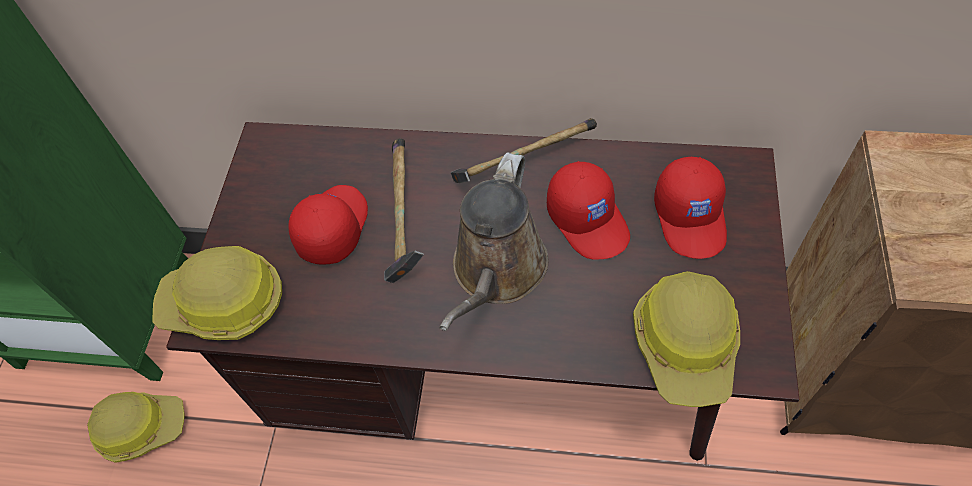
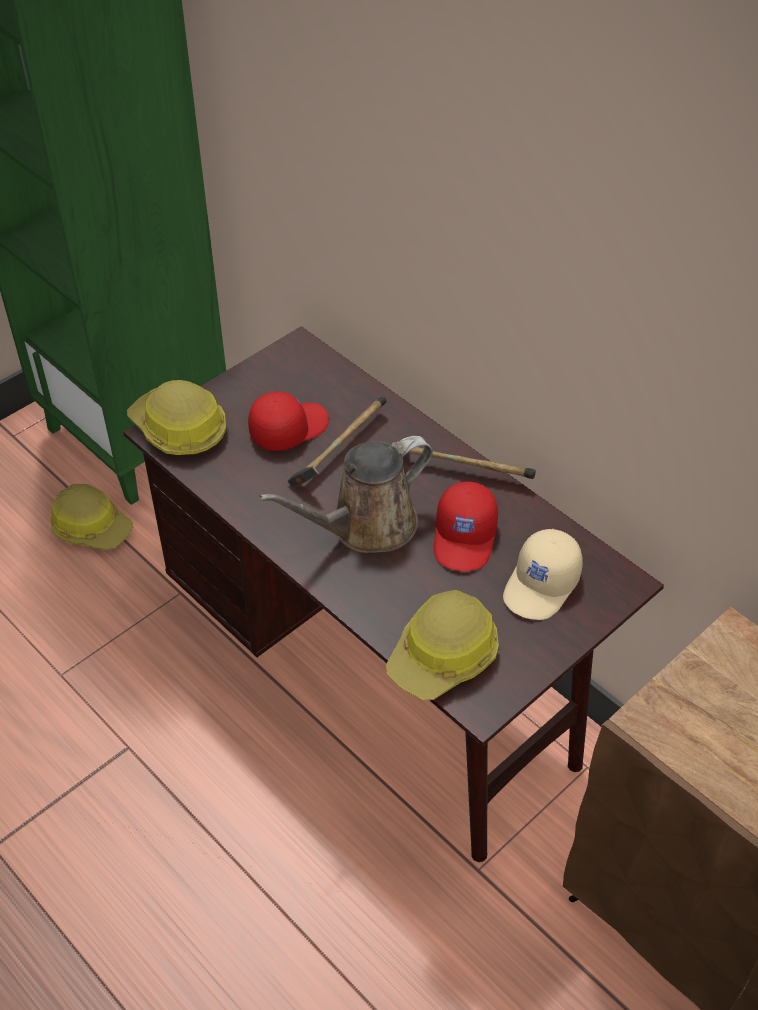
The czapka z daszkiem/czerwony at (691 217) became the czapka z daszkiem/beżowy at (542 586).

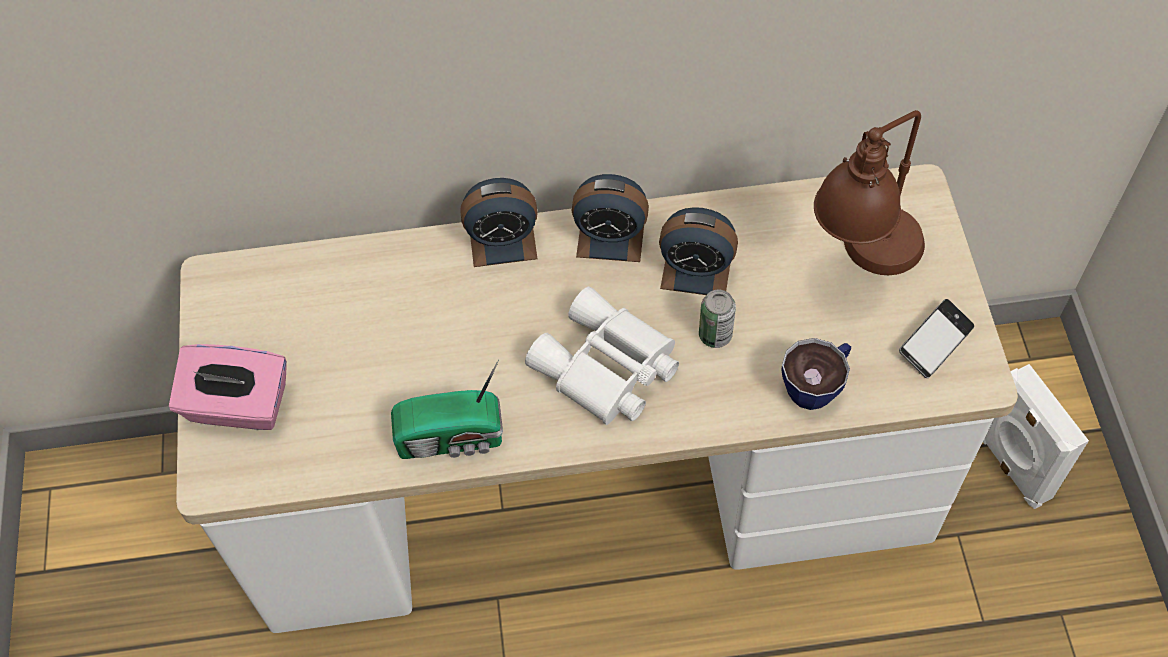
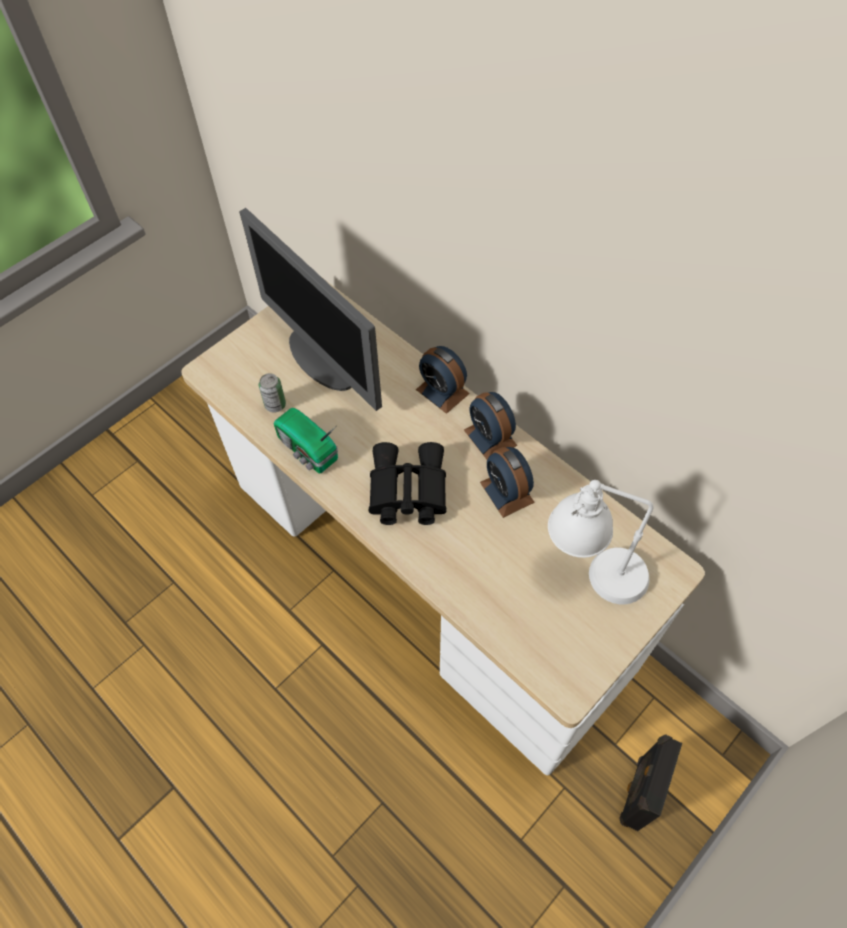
The monitor at (322 361) appeared. The puszka moved from (715 335) to (275 405). The lornetka/biały at (606 370) became the lornetka/czarny at (406 491). The lampa stołowa/brązowy at (862 264) became the lampa stołowa/biały at (591 574). The głośnik/biały at (1012 468) became the głośnik/czarny at (637 792). The pudełko chusteczek/różowy at (238 406) disappeared. The filiżanka at (817 385) disappeared. The telefon at (935 342) disappeared.

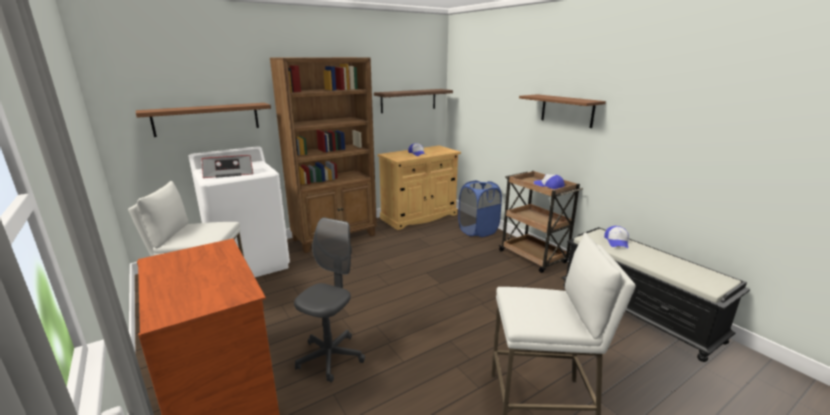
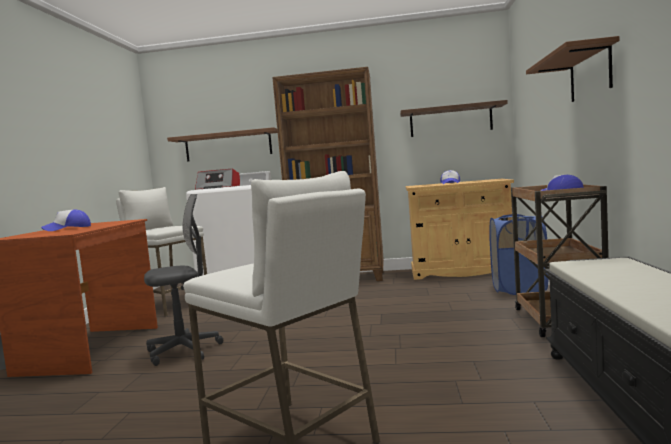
The czapka z daszkiem moved from (617 242) to (67 228).

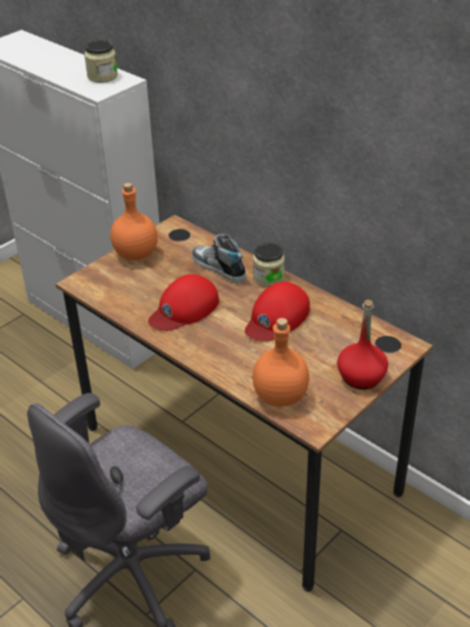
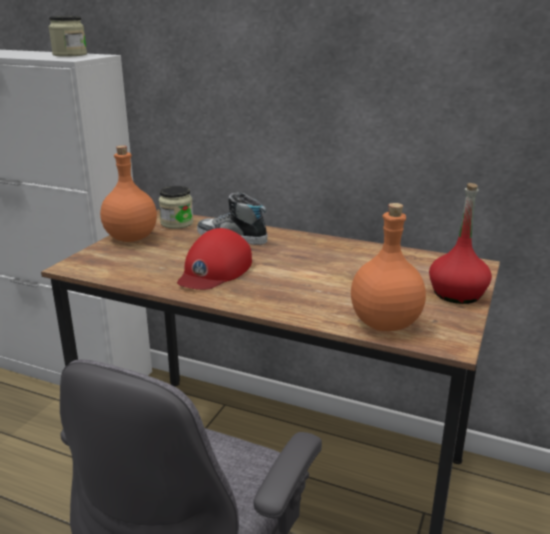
The słoik moved from (268 278) to (177 223). The czapka z daszkiem/czerwony at (276 317) disappeared.

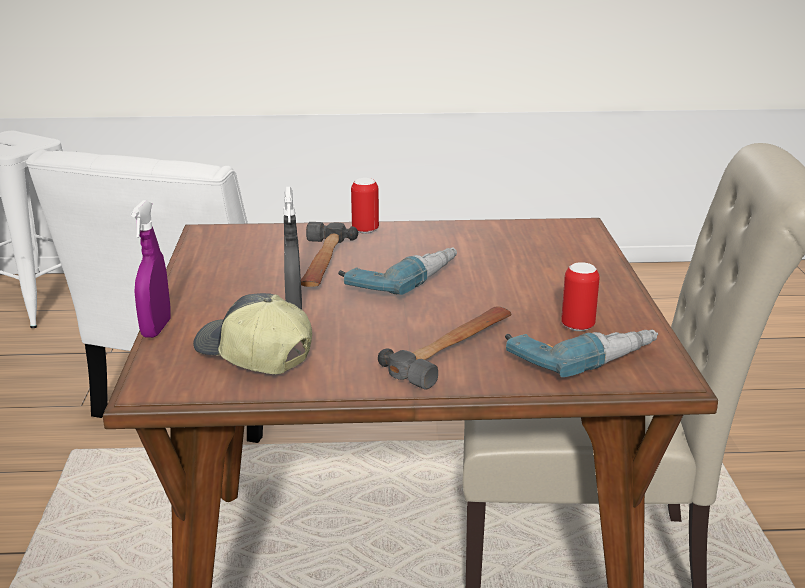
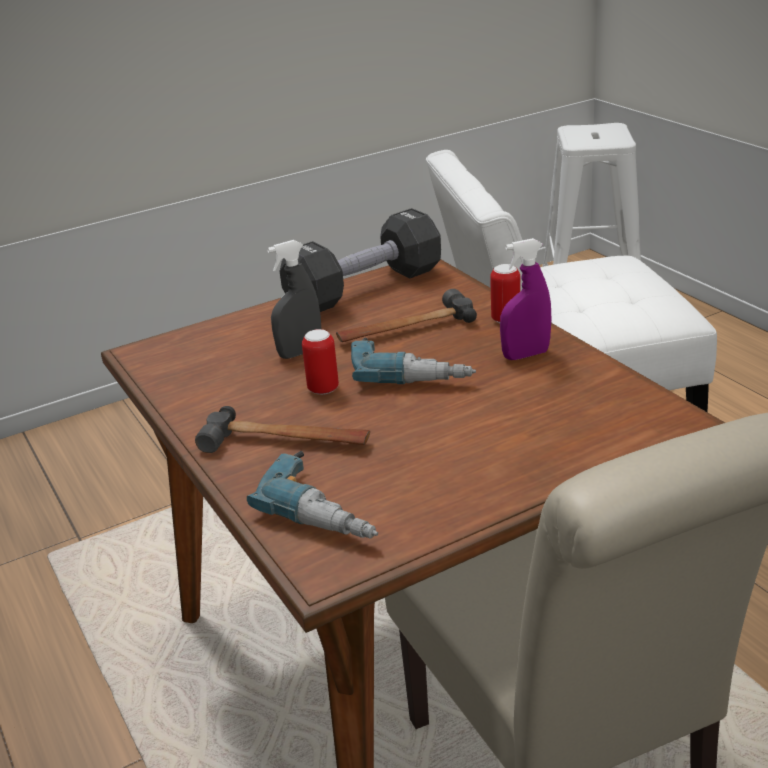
The hantel/czarny at (365 288) appeared. The puszka moved from (577 326) to (323 389). The spryskiwacz/fioletowy moved from (156 329) to (525 355). The czapka z daszkiem at (253 355) disappeared.

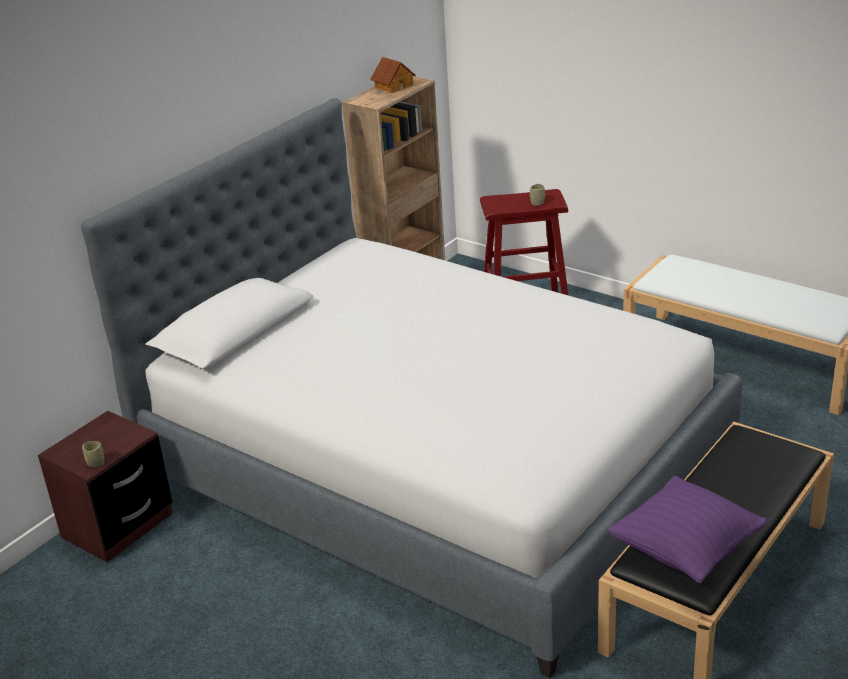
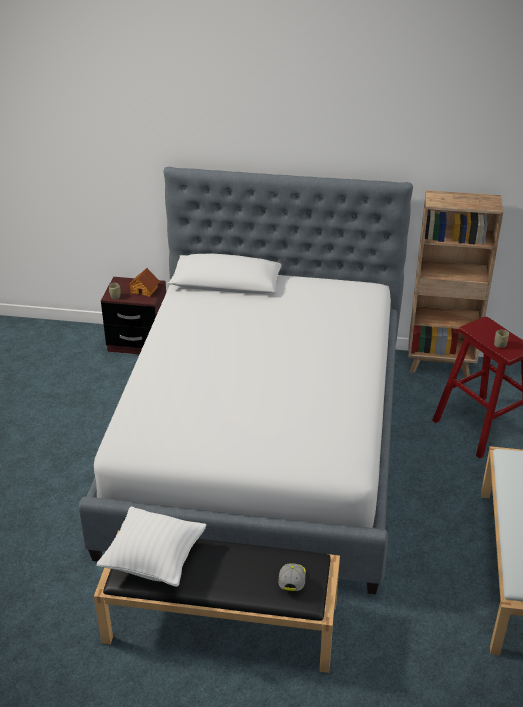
The poduszka/fioletowy at (685 551) became the poduszka/biały at (154 561). The domek moved from (393 86) to (144 290). The czapka z daszkiem at (292 581) appeared.

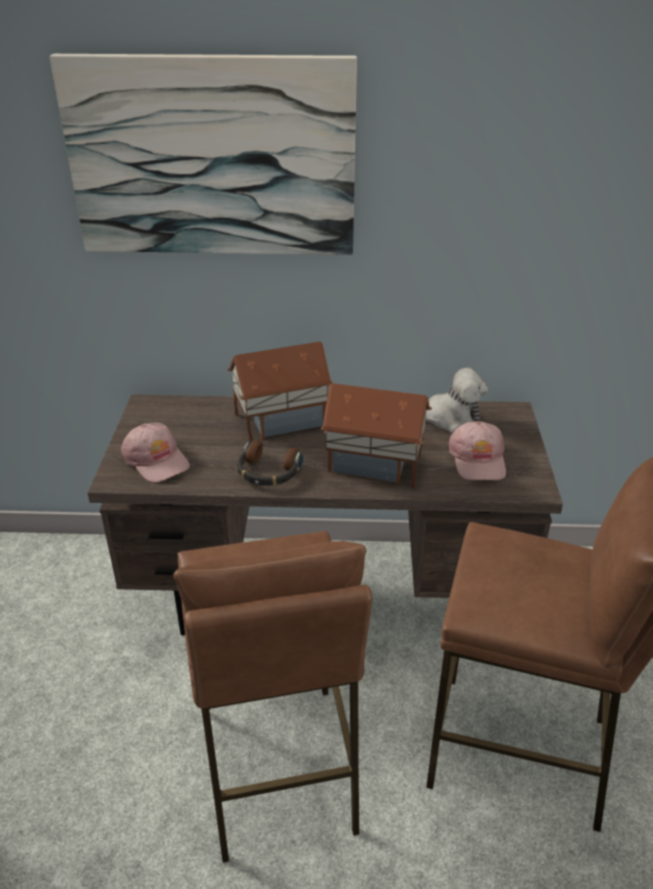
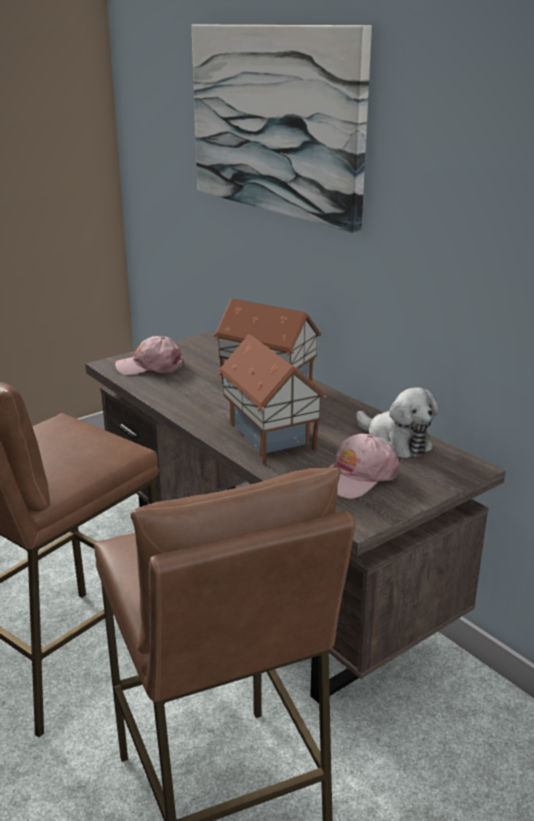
The czapka z daszkiem/różowy at (156 460) turned 75 degrees clockwise. The słuchawki at (268 472) disappeared.

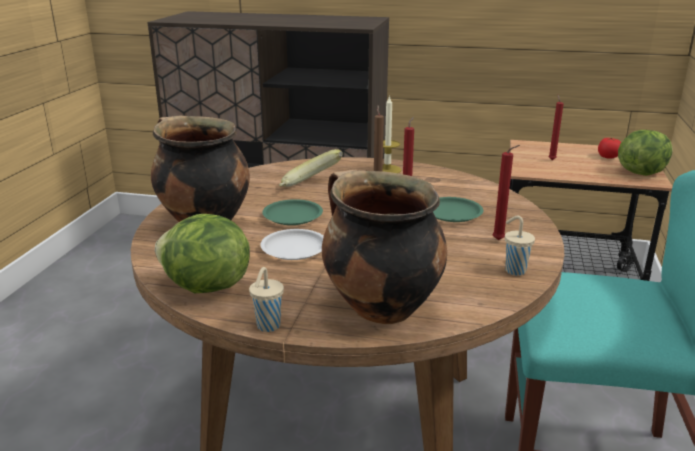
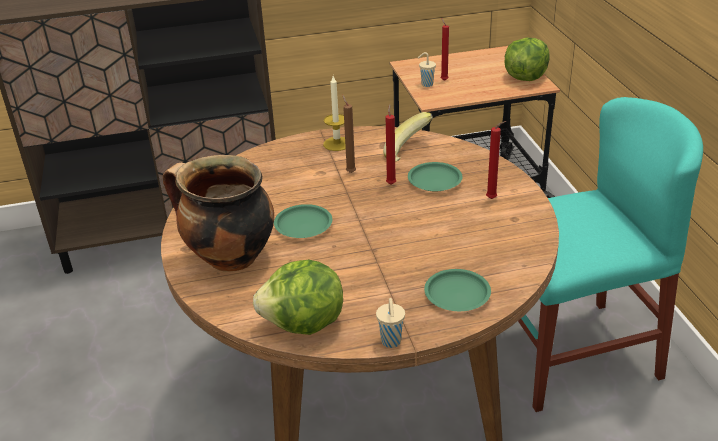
The banan moved from (309 187) to (409 153). The filiżanka/beżowy moved from (514 270) to (426 84). The garnek at (379 307) was replaced by the talerz/zielony at (456 294). The talerz/biały at (294 248) disappeared. The pomidor at (608 157) disappeared.

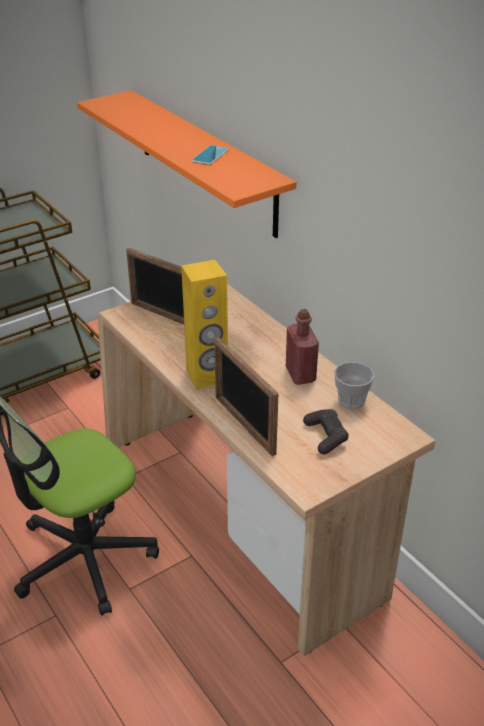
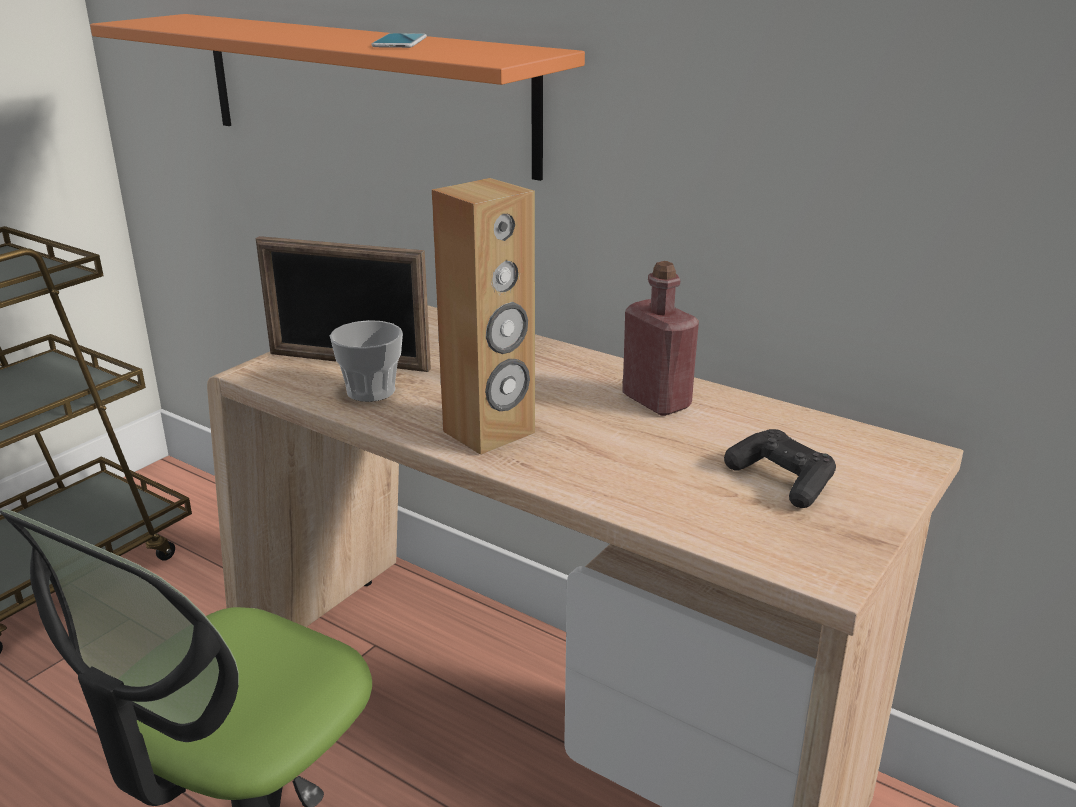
The filiżanka moved from (351 401) to (370 391). The głośnik/żółty at (207 376) became the głośnik/brązowy at (489 432). The ramka na zdjęcie at (244 425) disappeared.

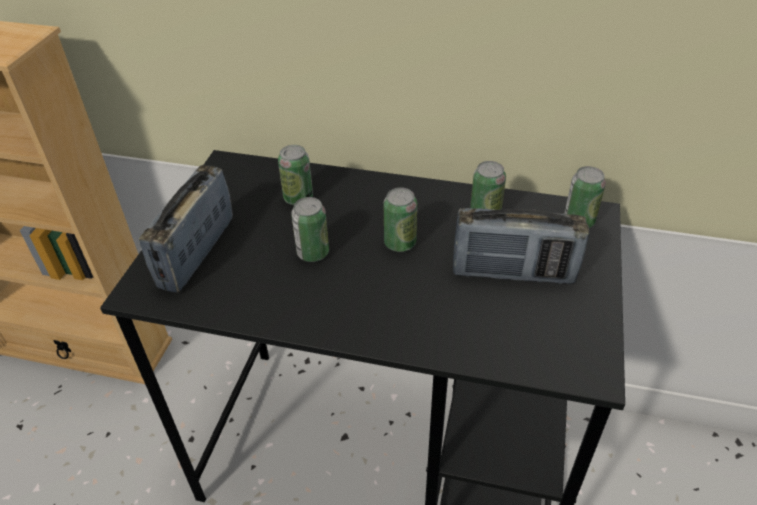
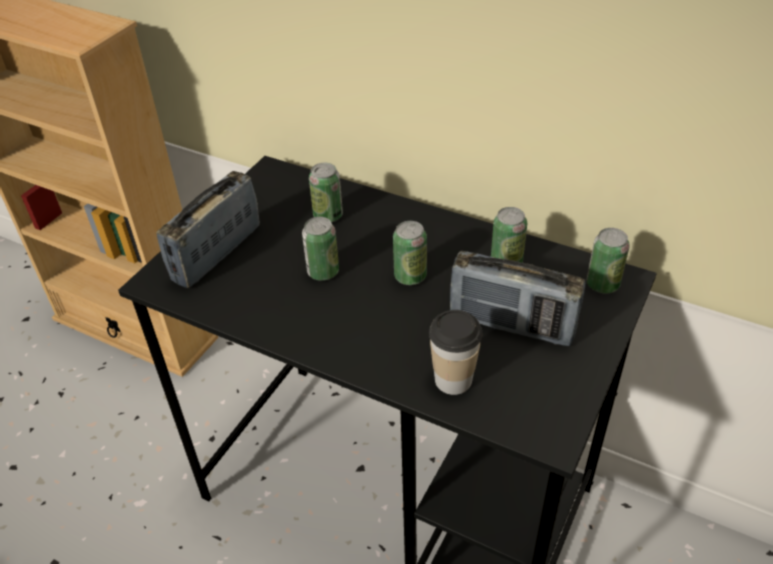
The filiżanka at (453 379) appeared.

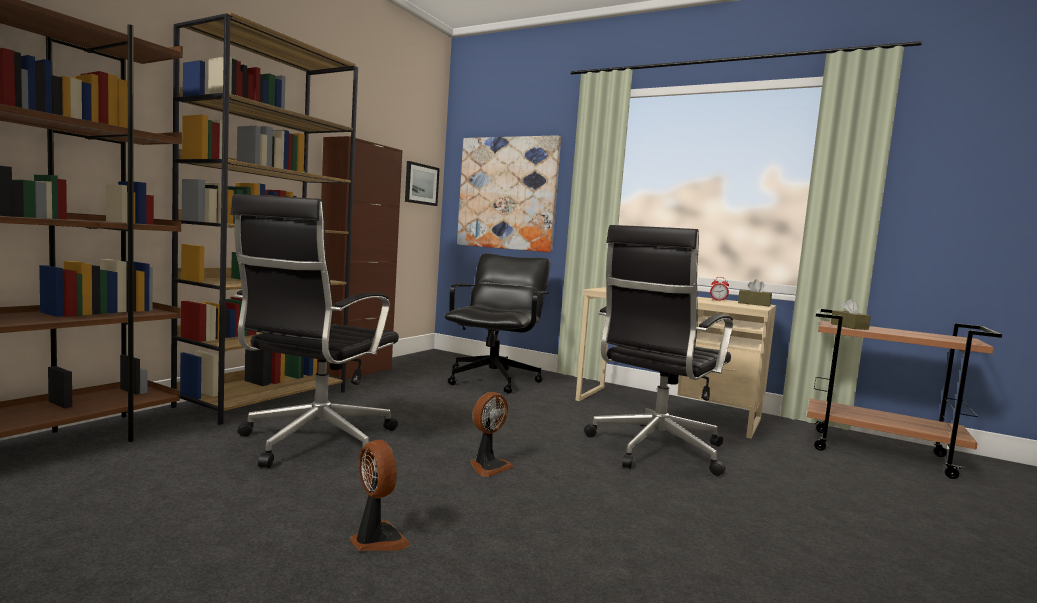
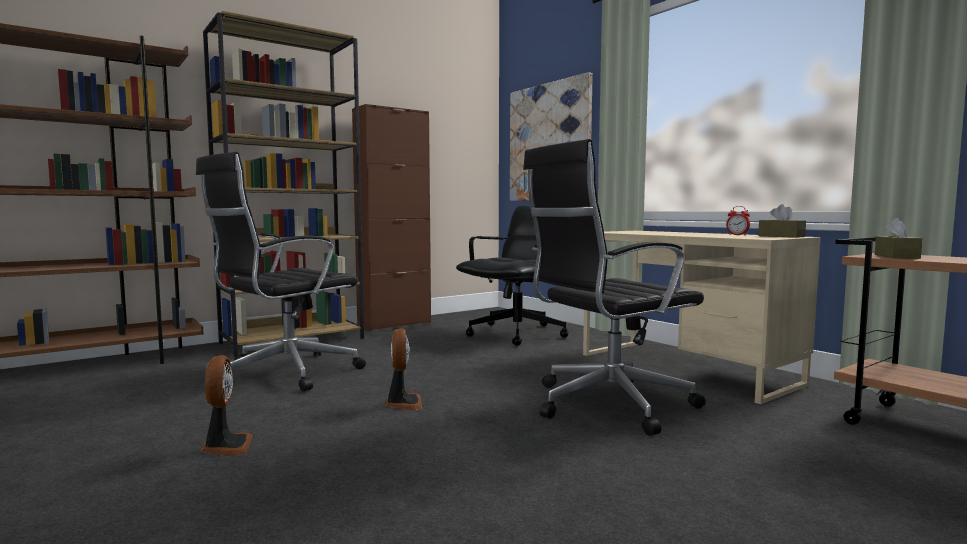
The wentylator at (488 466) turned 75 degrees counterclockwise. The obraz at (421 184) disappeared.

